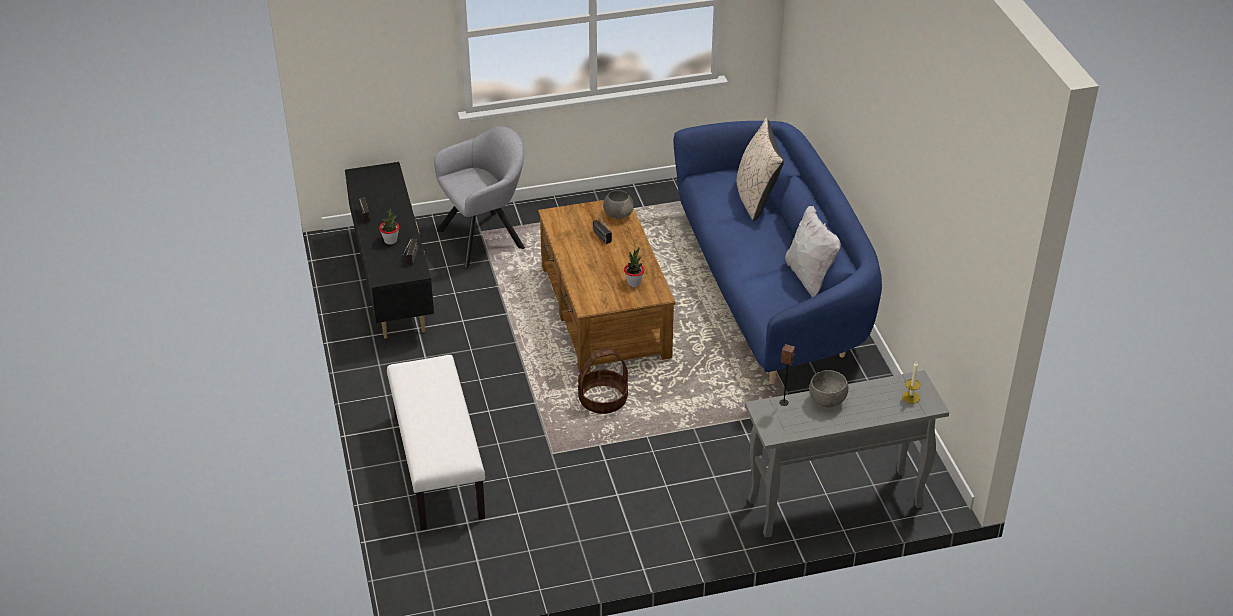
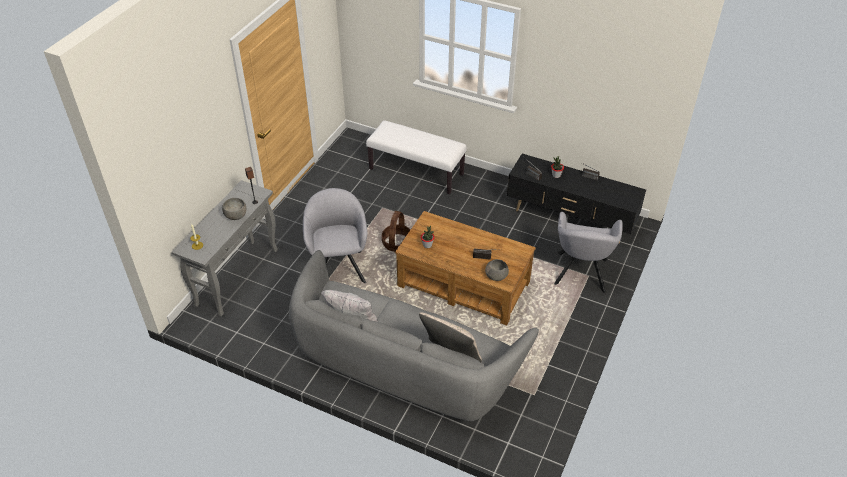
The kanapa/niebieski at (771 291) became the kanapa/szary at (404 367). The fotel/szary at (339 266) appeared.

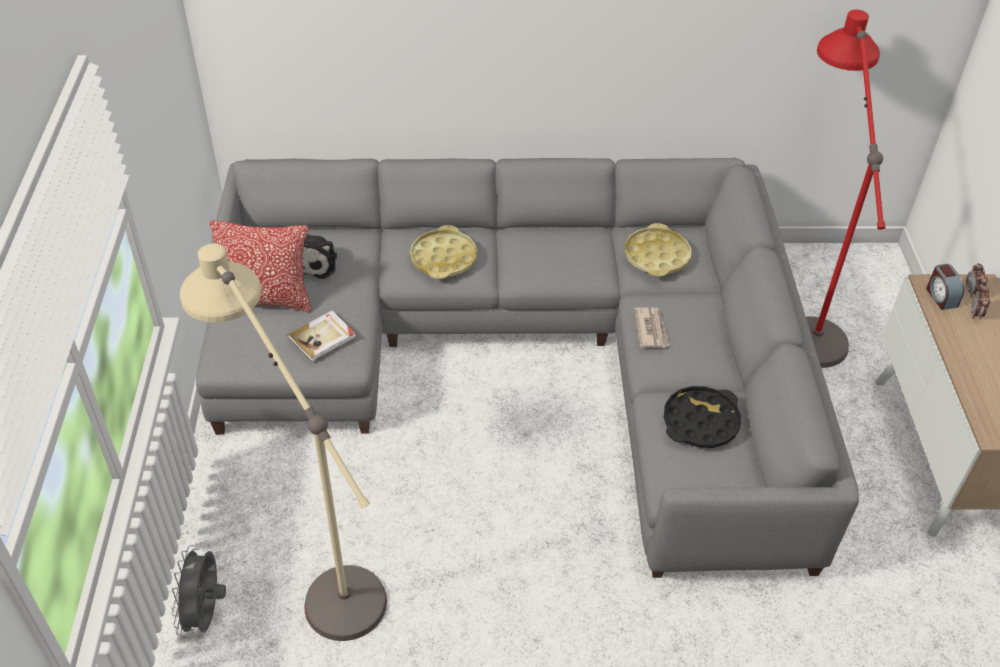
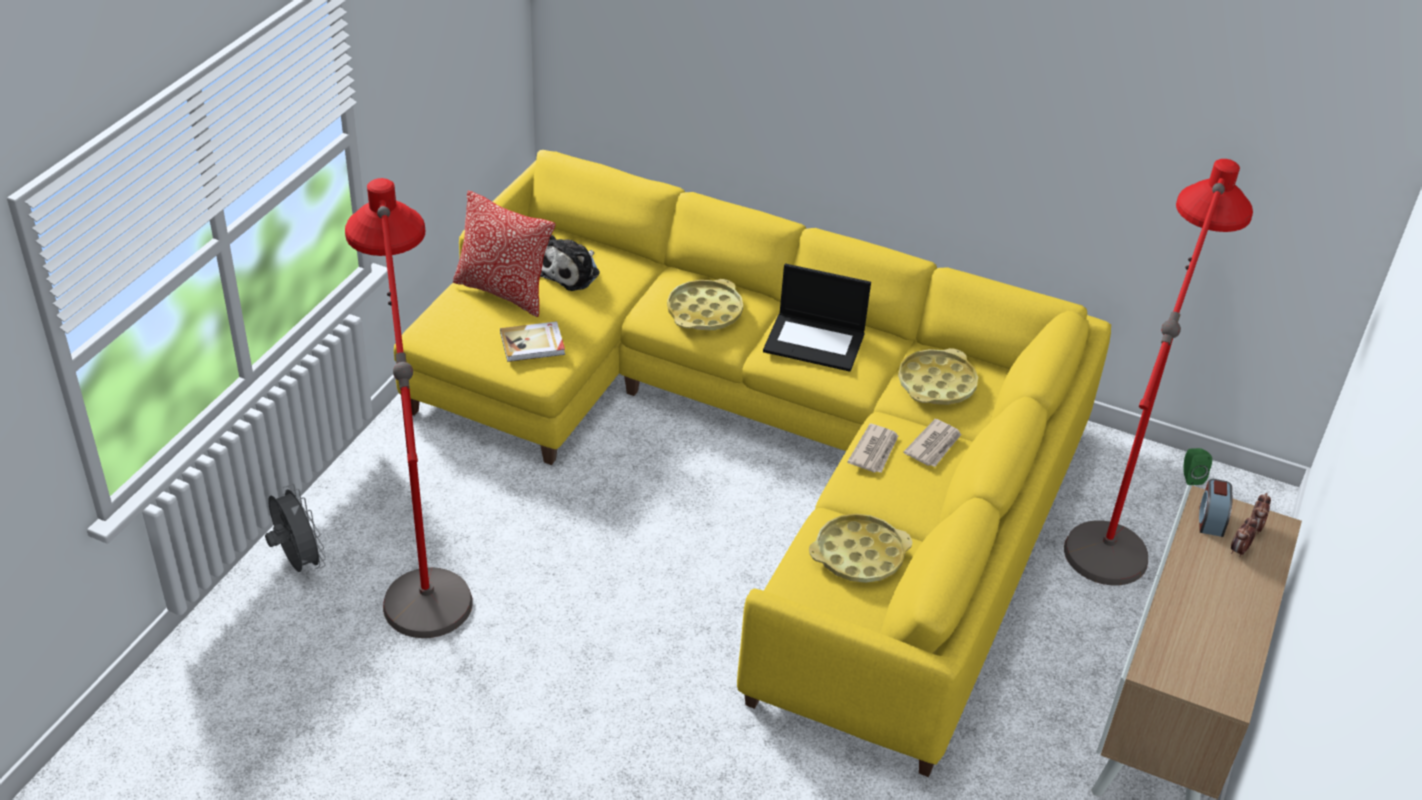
The wentylator/szary at (206 614) turned 120 degrees clockwise. The lampa stojąca/beżowy at (314 563) became the lampa stojąca/czerwony at (422 558). The kanapa/szary at (531 352) became the kanapa/żółty at (770 450). The laptop at (815 342) appeared. The taca/czarny at (700 422) became the taca/żółty at (859 554). The gazeta at (934 445) appeared. The głośnik/zielony at (1190 477) appeared.

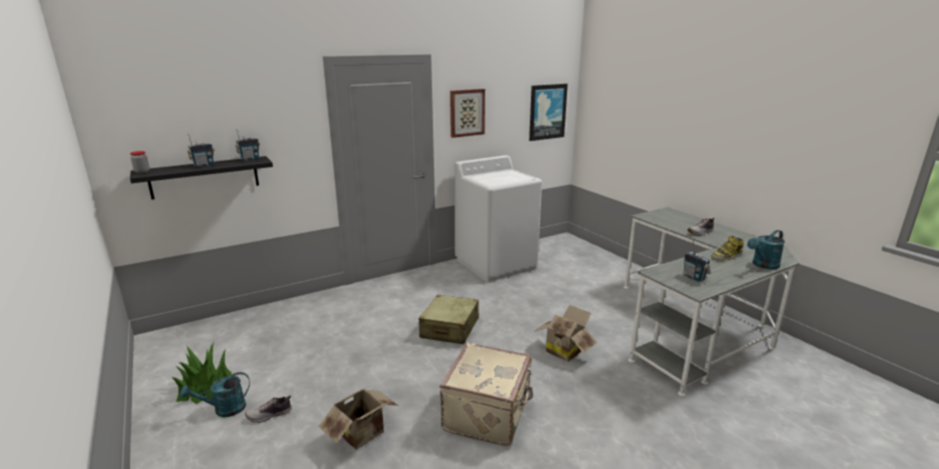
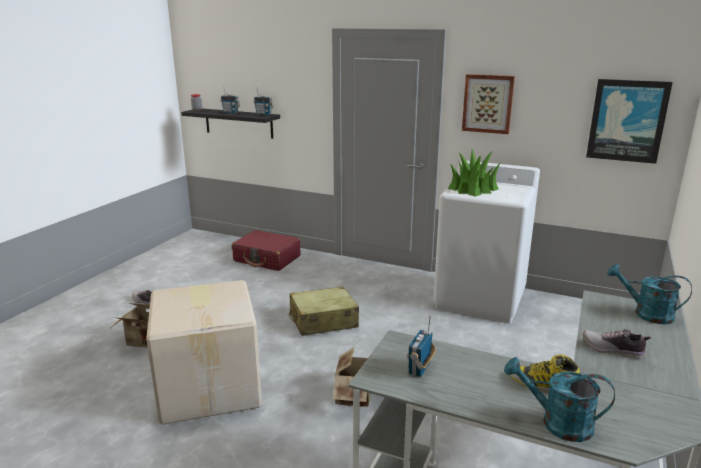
The walizka/beżowy at (488 414) was replaced by the karton at (211 386). The walizka/czerwony at (267 259) appeared. The roślina doniczkowa moved from (205 387) to (473 189). The konewka/turkusowy moved from (224 409) to (646 314).

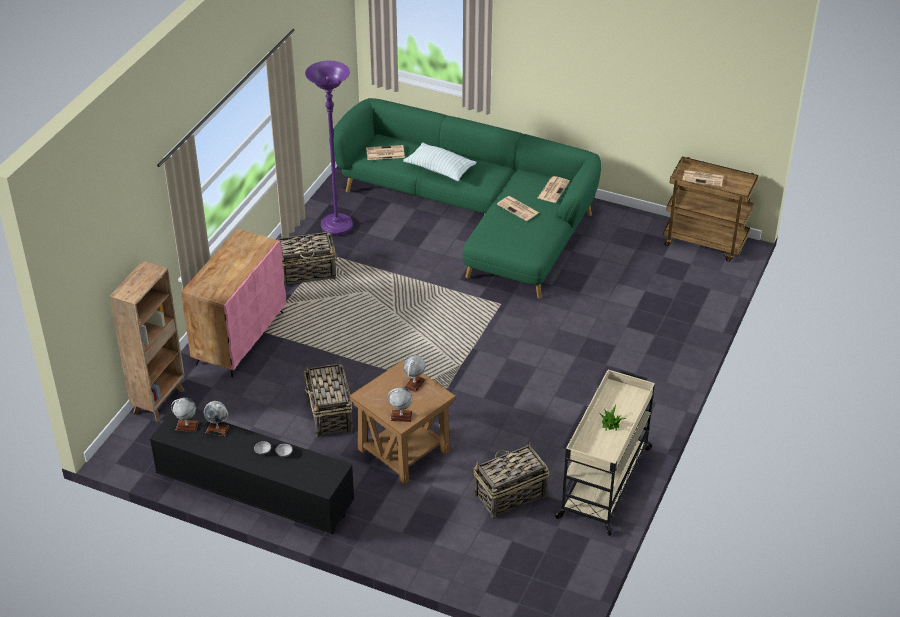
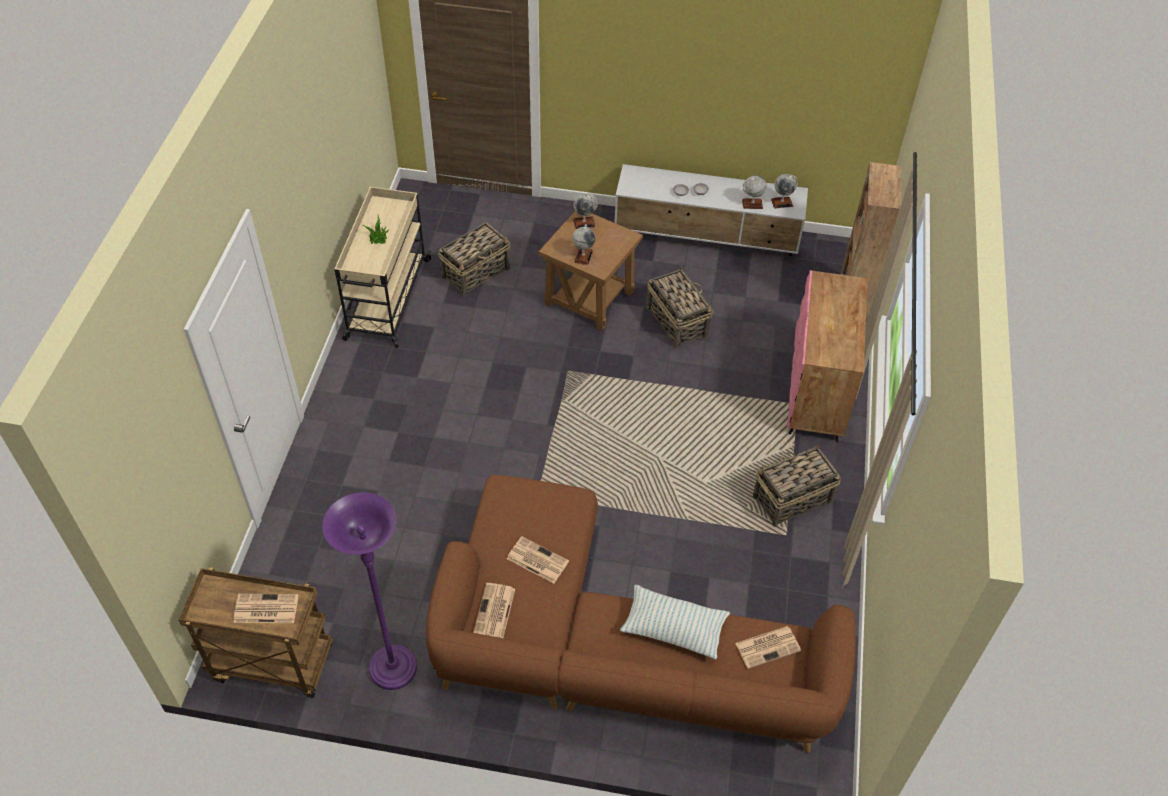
The lampa stojąca/fioletowy moved from (337 226) to (393 668). The kanapa/zielony at (477 216) became the kanapa/brązowy at (609 650). The szafka pod telewizor/czarny at (255 494) became the szafka pod telewizor/biały at (707 236).

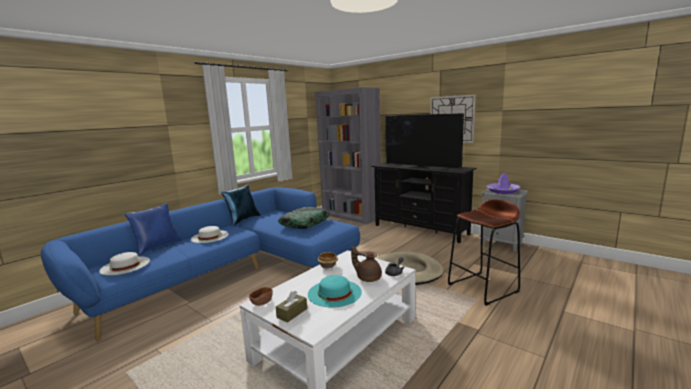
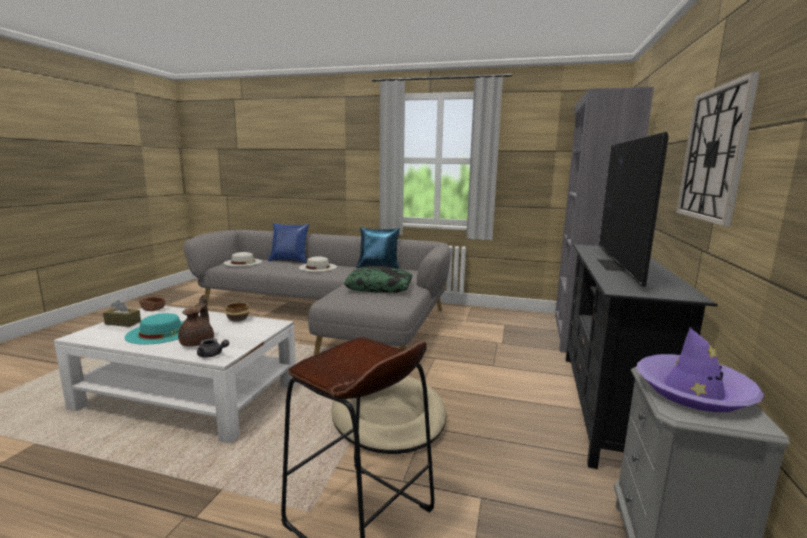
The kanapa/niebieski at (234 272) became the kanapa/szary at (331 315).

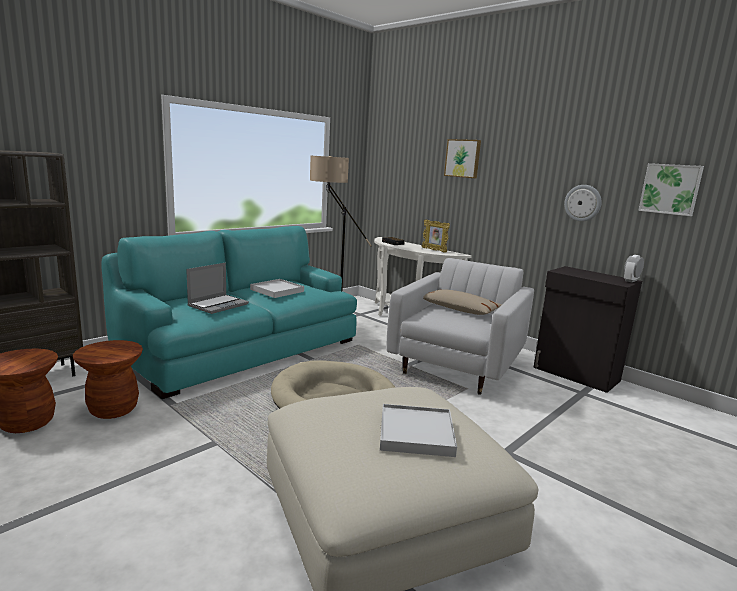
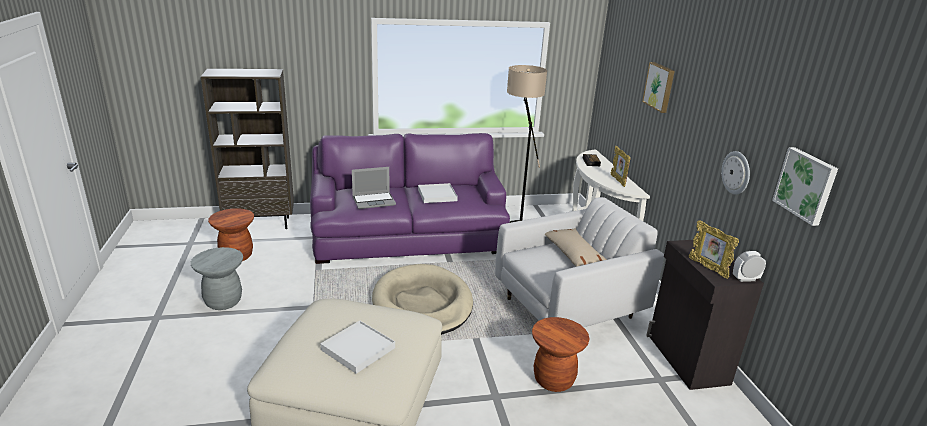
The stołek/szary at (223 301) appeared. The kanapa/turkusowy at (242 349) became the kanapa/fioletowy at (408 237). The stołek/brązowy moved from (113 409) to (553 380). The ramka na zdjęcie at (708 268) appeared.

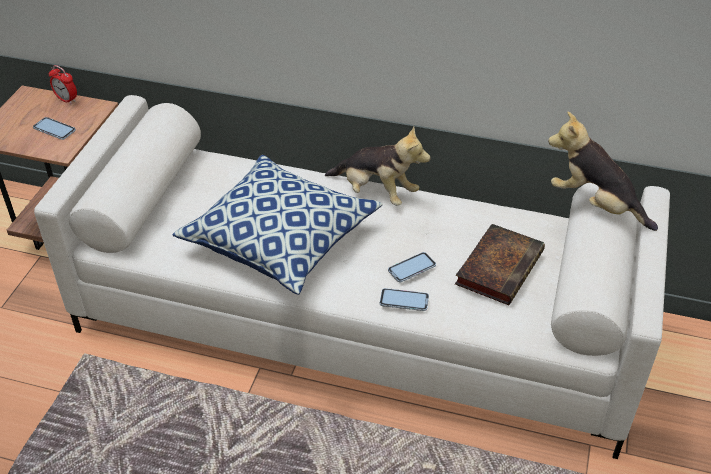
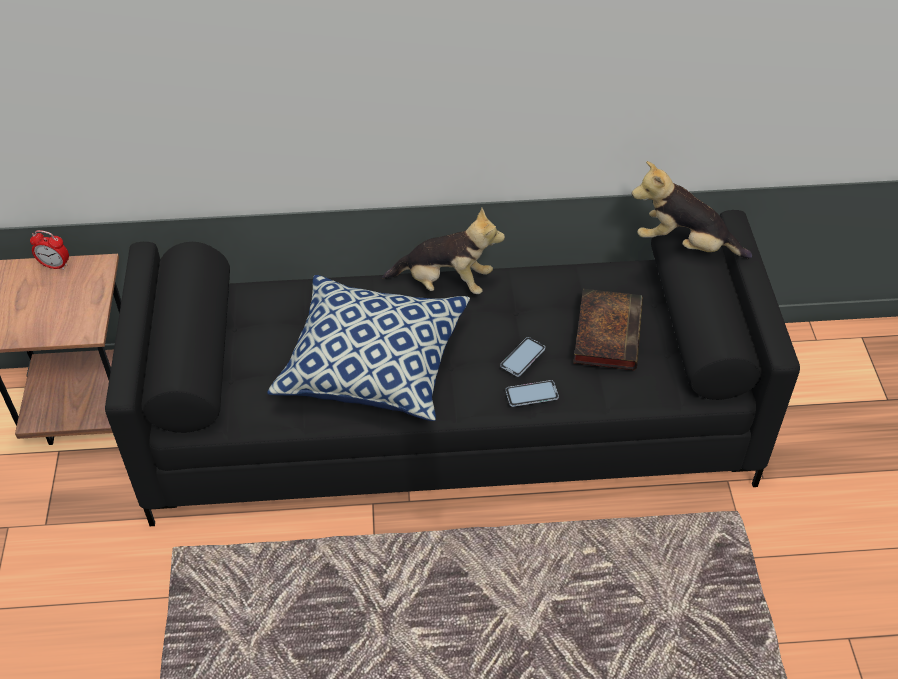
The kanapa/biały at (358 322) became the kanapa/czarny at (451 424). The telefon at (54 129) disappeared.

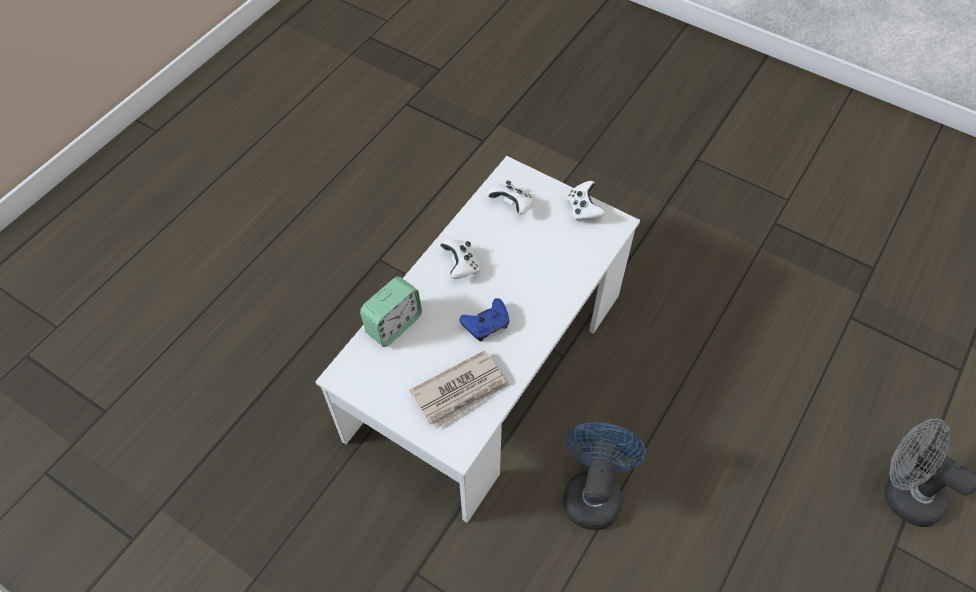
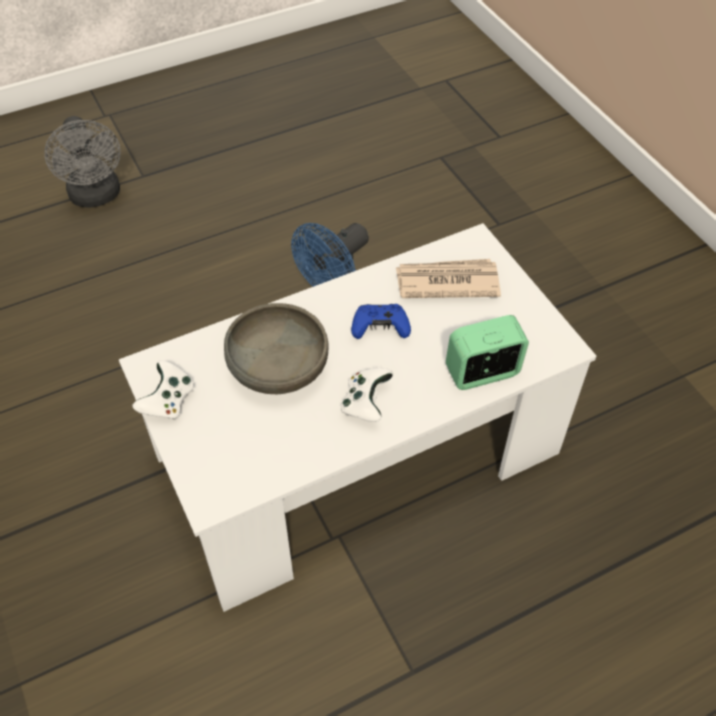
The miska/szary at (278 367) appeared. The pad do gier/biały at (512 204) disappeared.

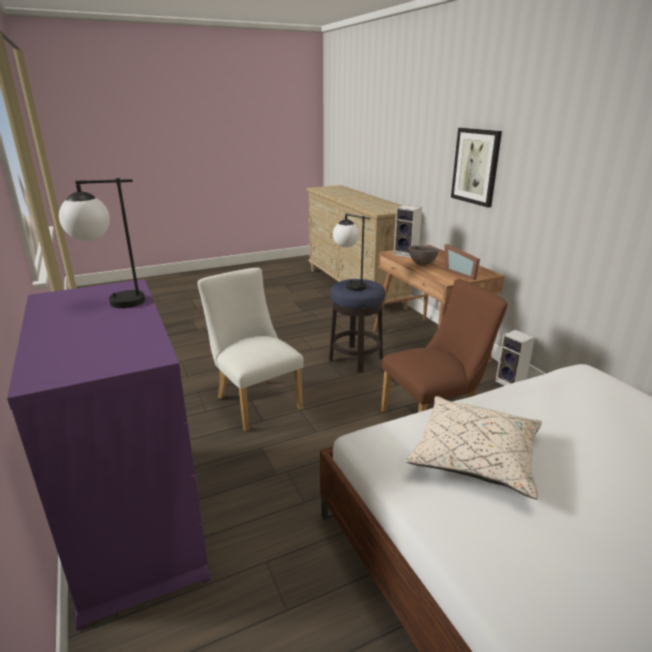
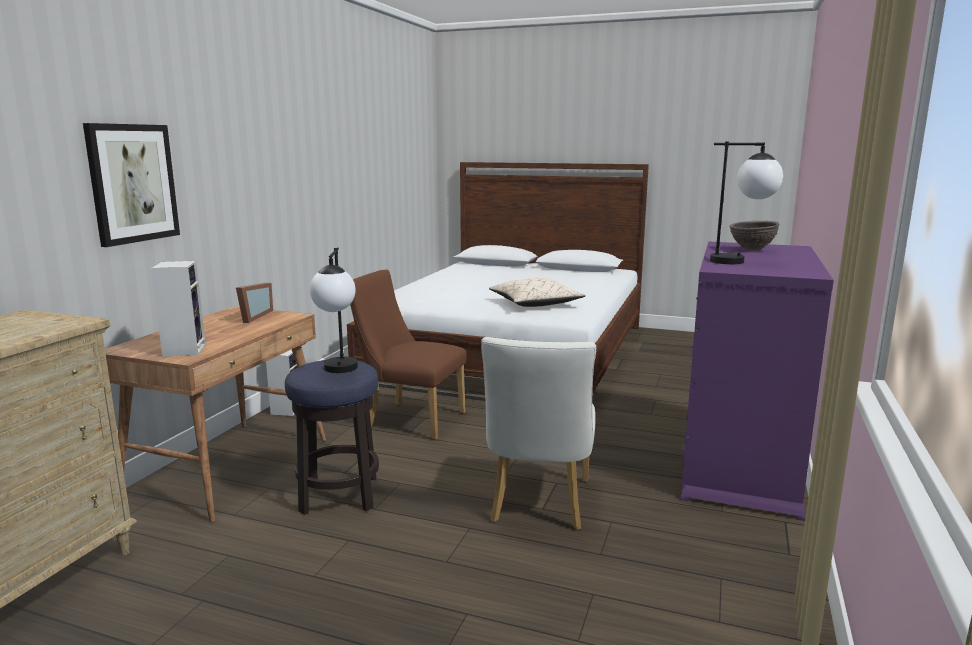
The miska/brązowy moved from (422 265) to (751 250).

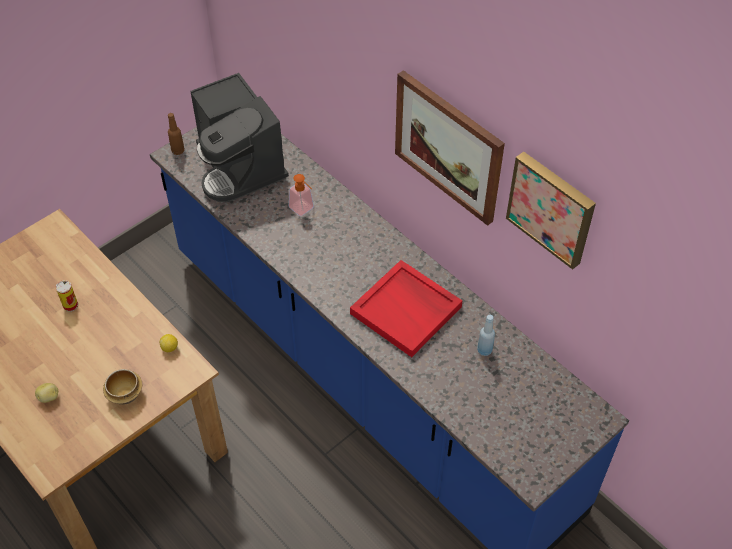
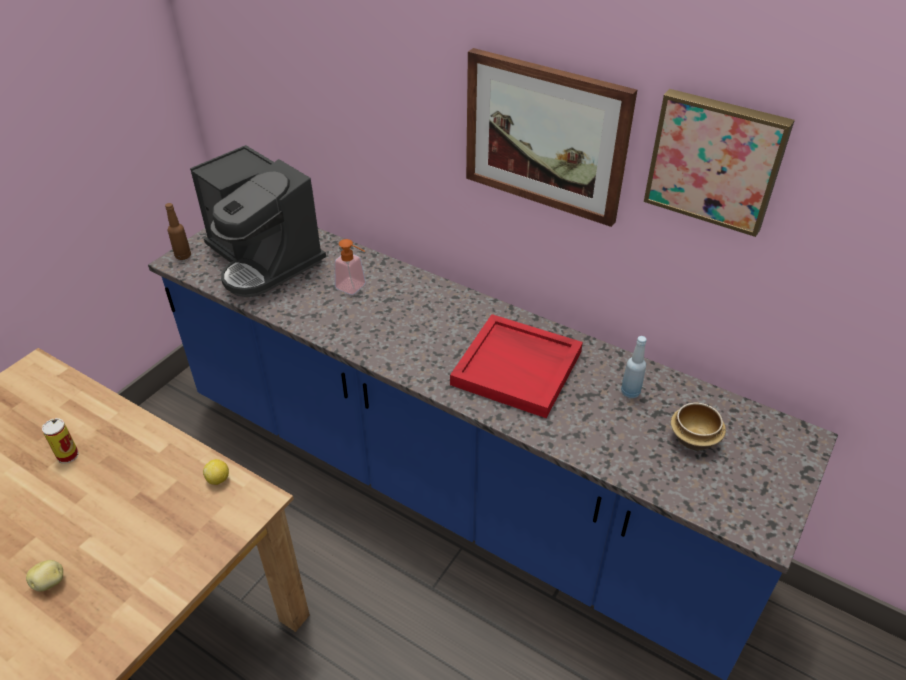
The miska moved from (125 395) to (694 439).

